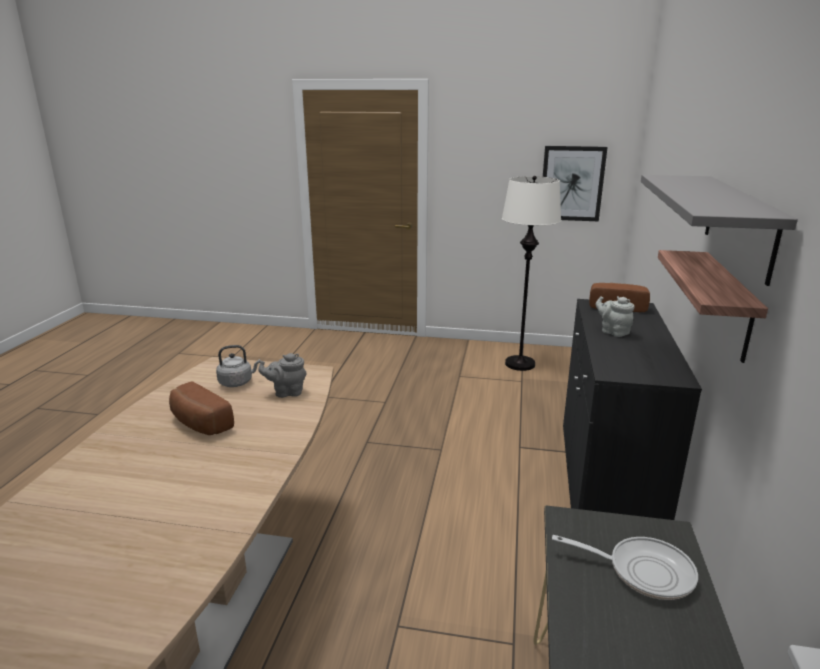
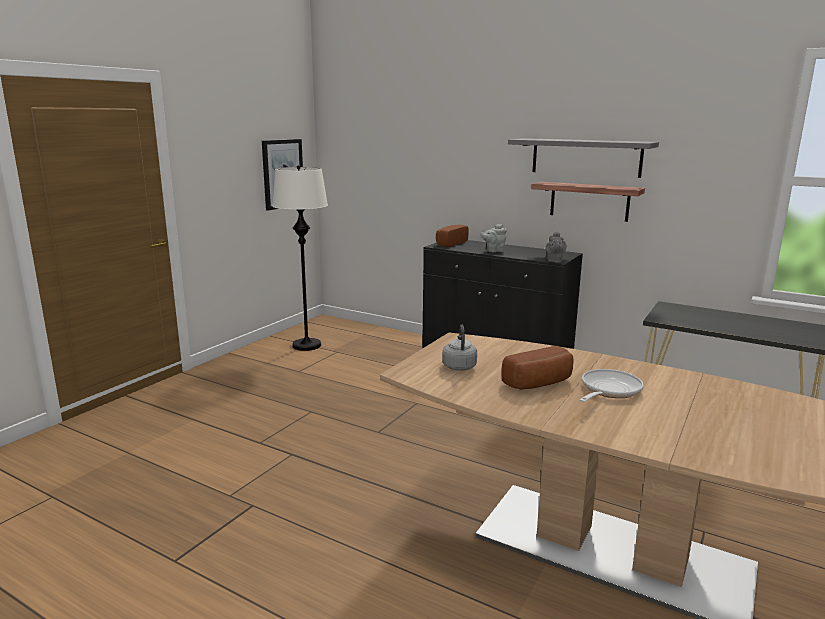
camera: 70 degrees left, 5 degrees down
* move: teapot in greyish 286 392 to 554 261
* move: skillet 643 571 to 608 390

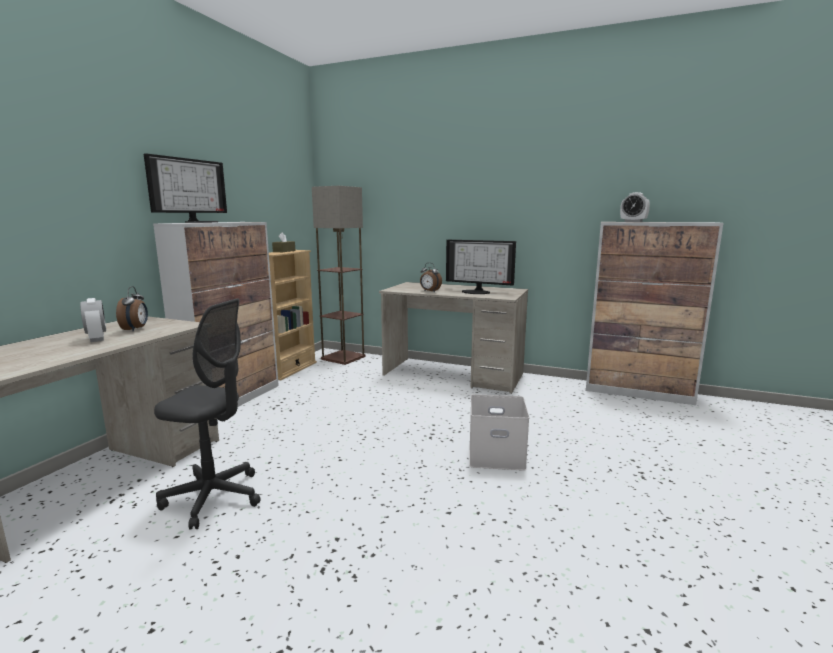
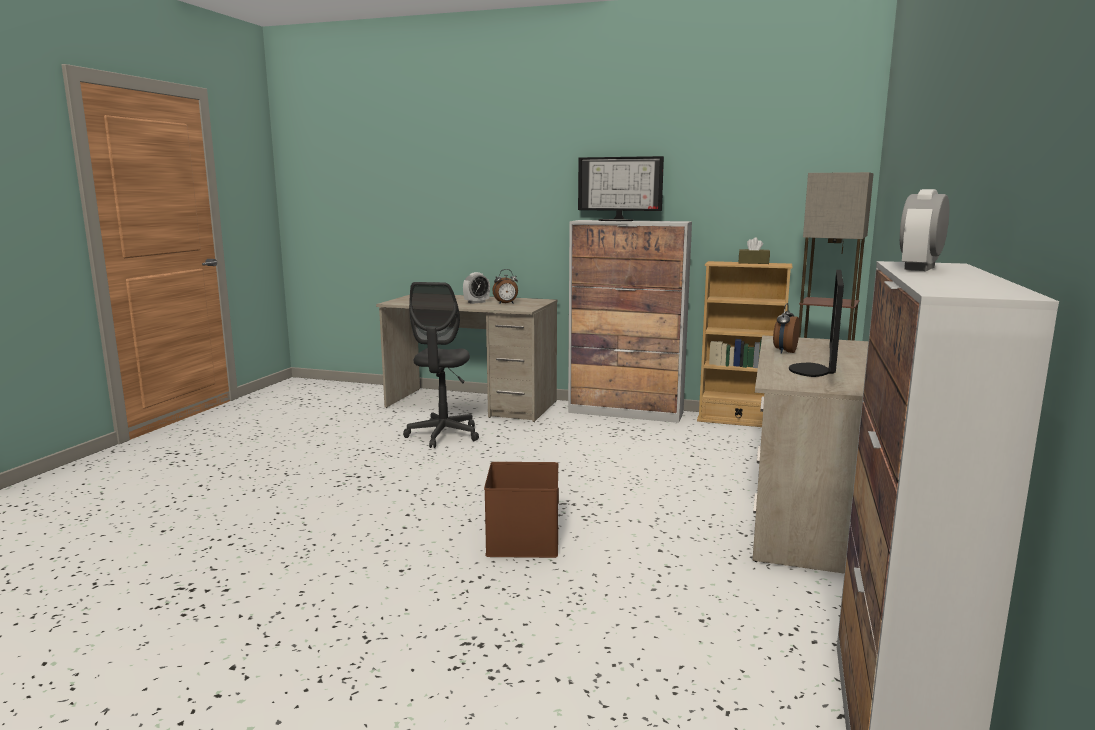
camera: 85 degrees right, 0 degrees up
* recolor: storage bin in white 497 454 to storage bin in brown 524 541

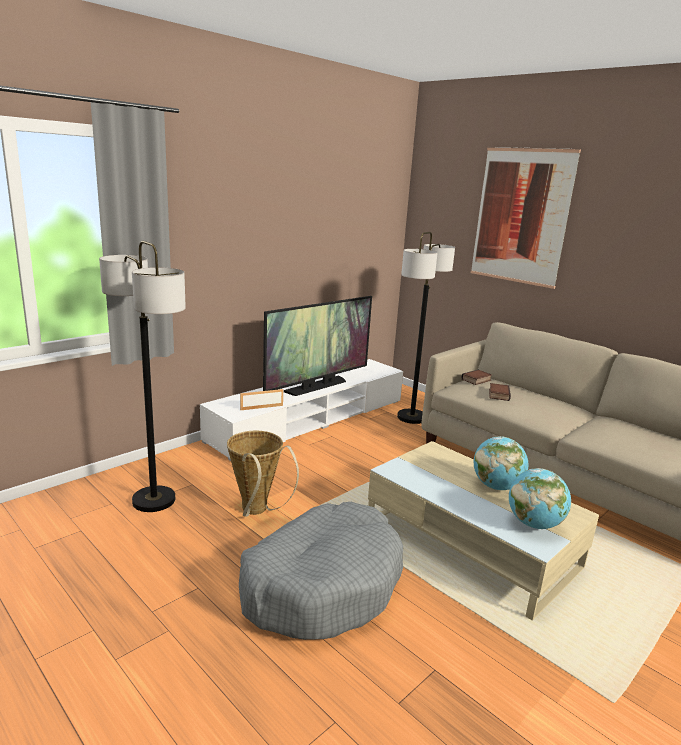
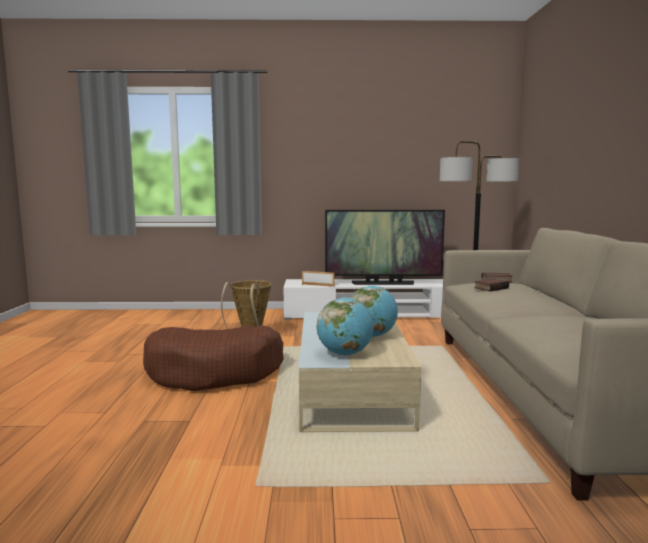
camera: 45 degrees right, 10 degrees down
* delete: floor lamp 154 500
* recolor: dog bed in greyish 322 584 to dog bed in brown 215 372
* delete: wall picture 521 216

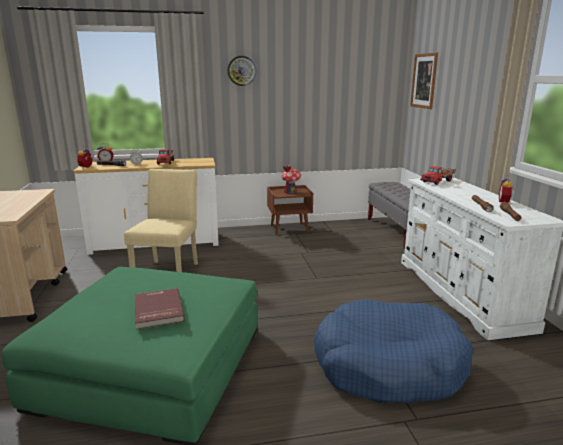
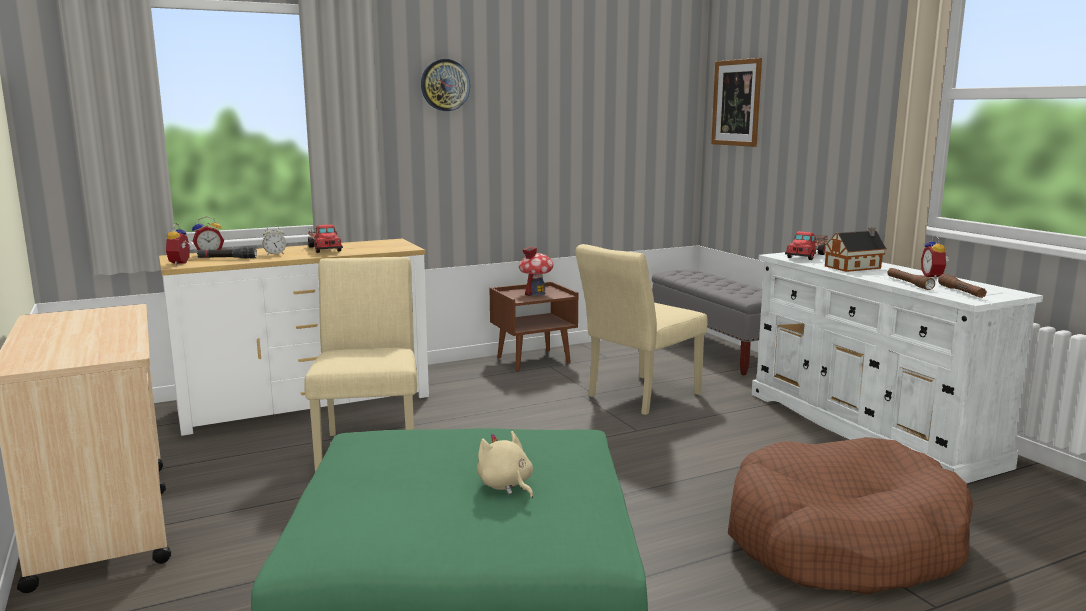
camera: 15 degrees left, 5 degrees down
* replace: book in red 157 310 to plush toy in beige 506 486
* recolor: dog bed in blue-coloured 388 365 to dog bed in brown 842 542
* insert: chair in beige 637 397
* insert: toy house 855 267

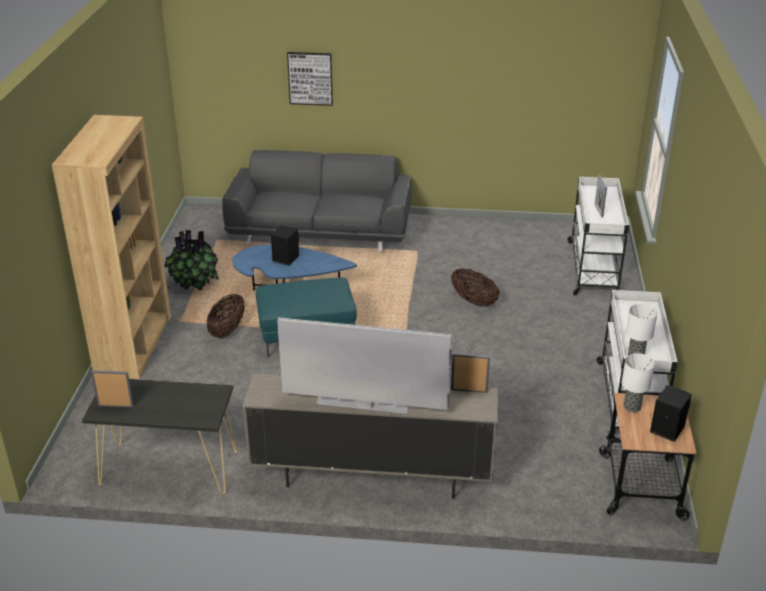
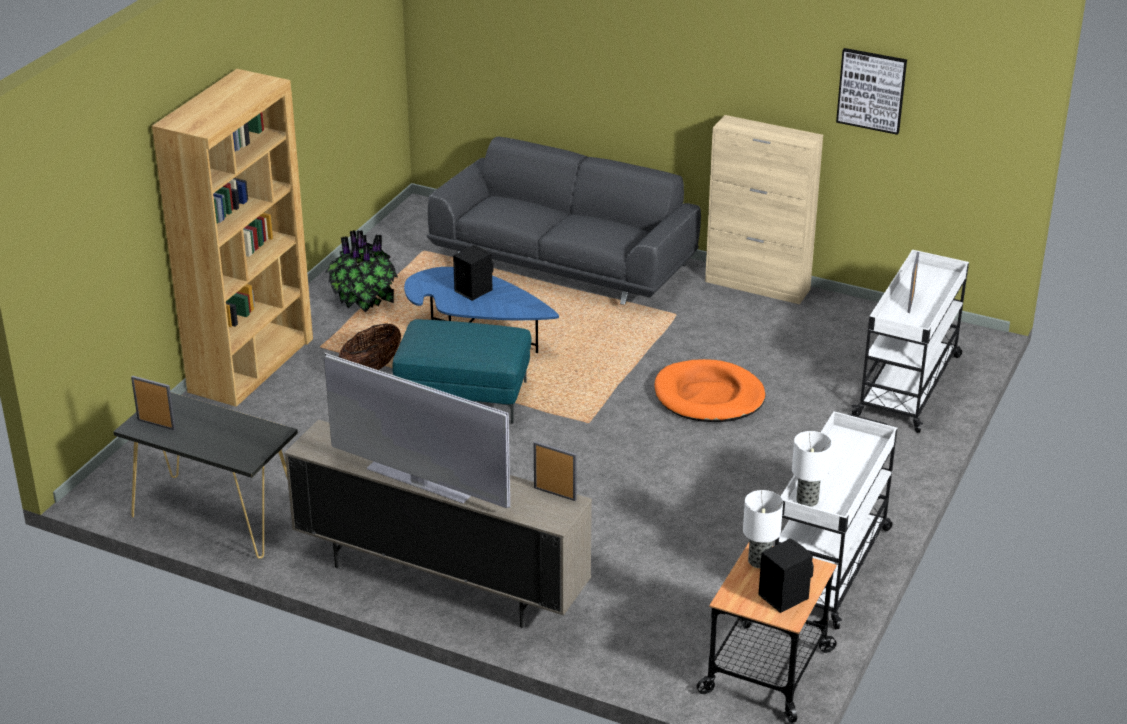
camera: 20 degrees right, 0 degrees up
* move: wall picture 310 78 to 871 90
* replace: basket 474 301 to dog bed in orange 709 396
* insert: cabinet in beige 758 286

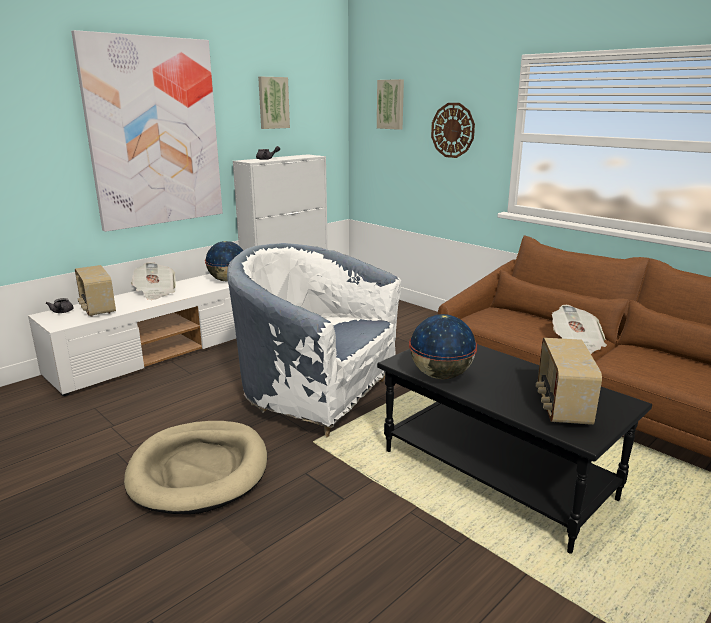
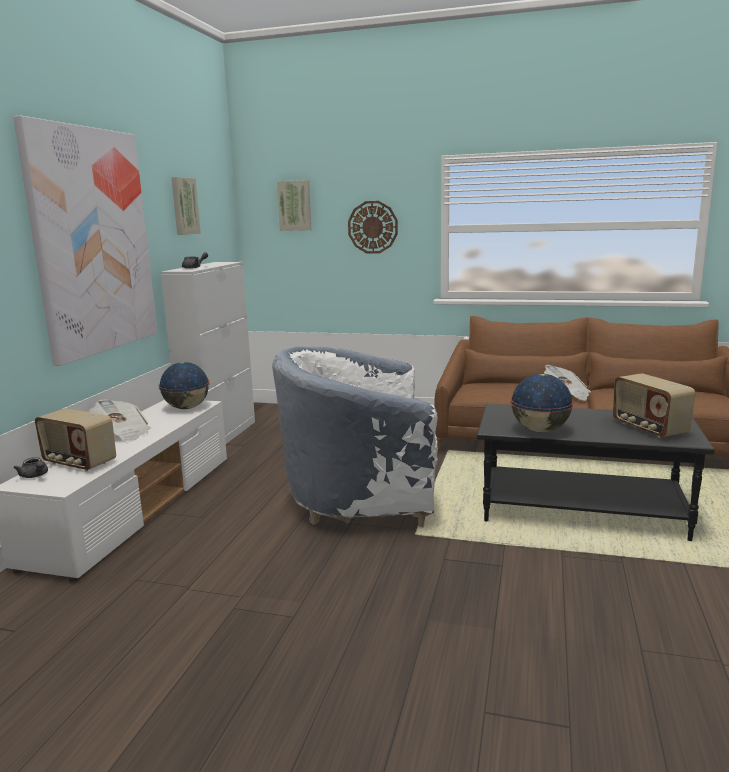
camera: 30 degrees left, 5 degrees down
* delete: dog bed in beige 199 470

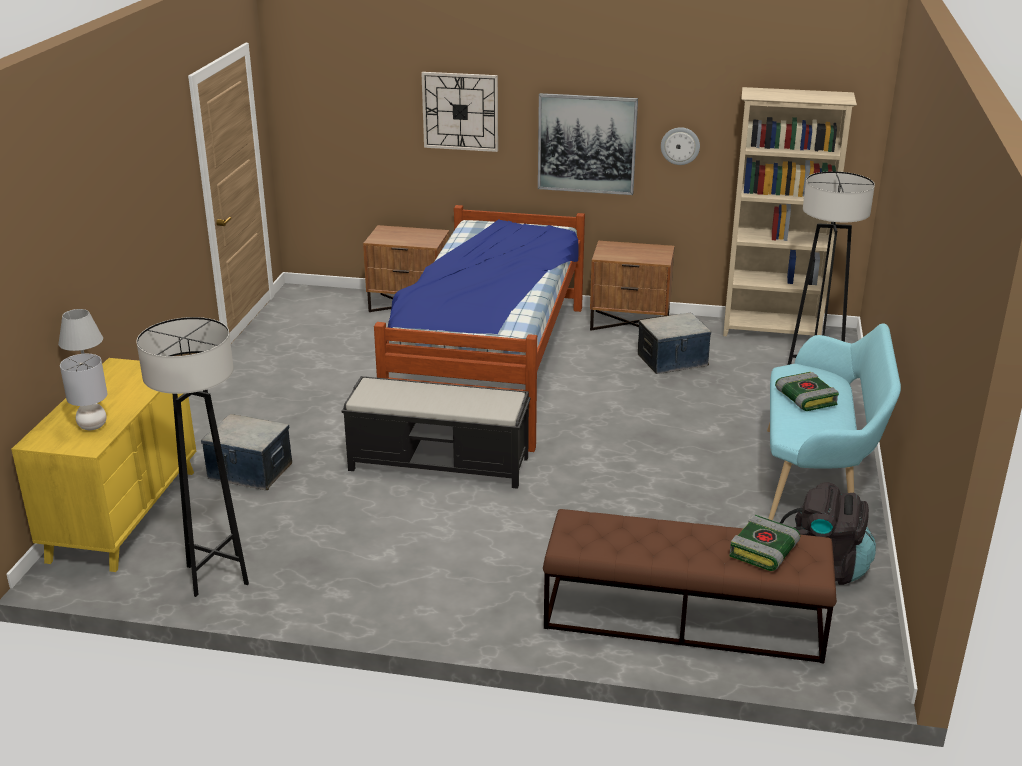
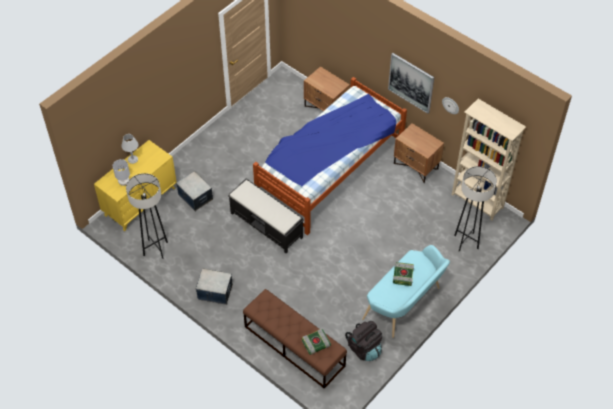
camera: 30 degrees right, 25 degrees up
* delete: wall clock 460 111
* move: storage bin 672 360 to 215 292

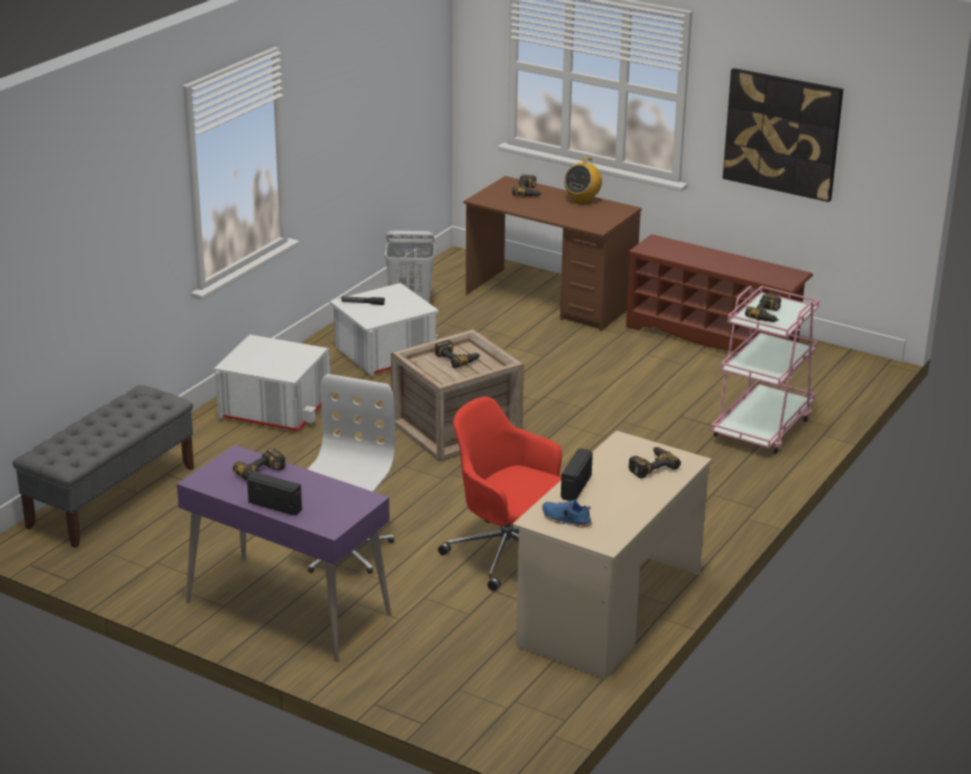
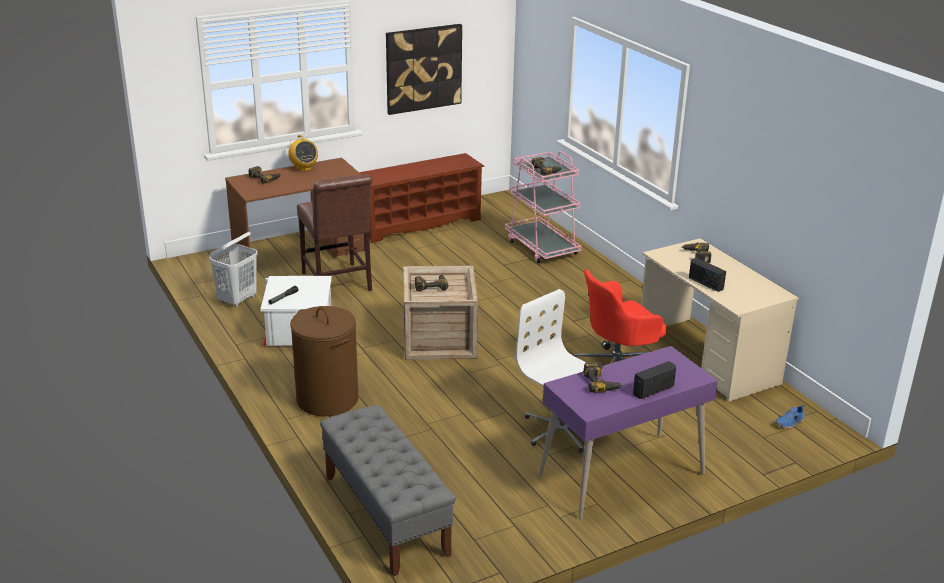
camera: 60 degrees left, 0 degrees up
* replace: storage bin in white 275 408 to laundry basket in brown 327 399
* move: low shoe in blue-coloured 566 520 to 790 423
* insert: chair in brown 337 283

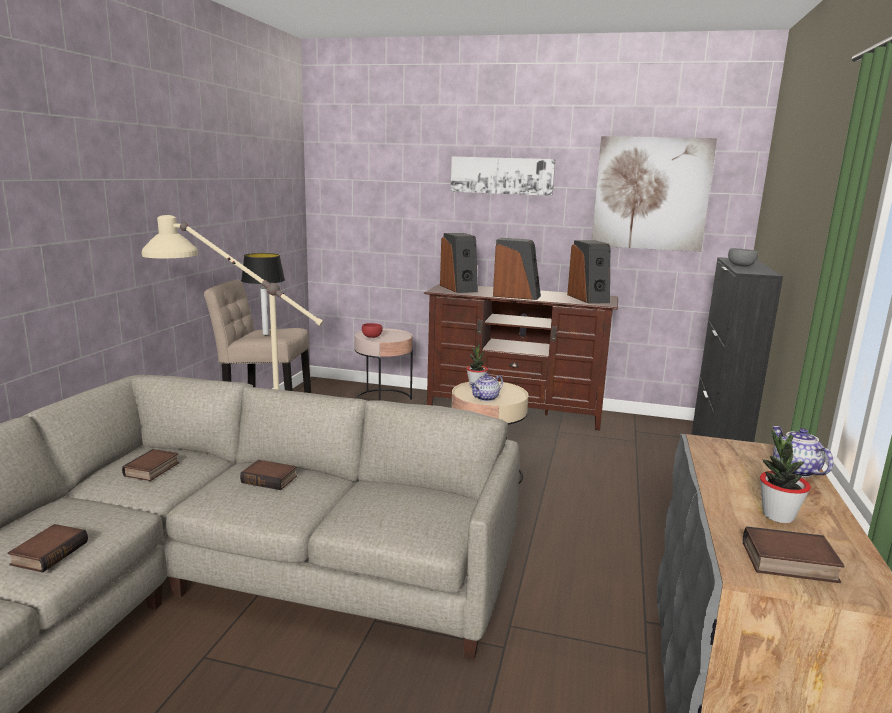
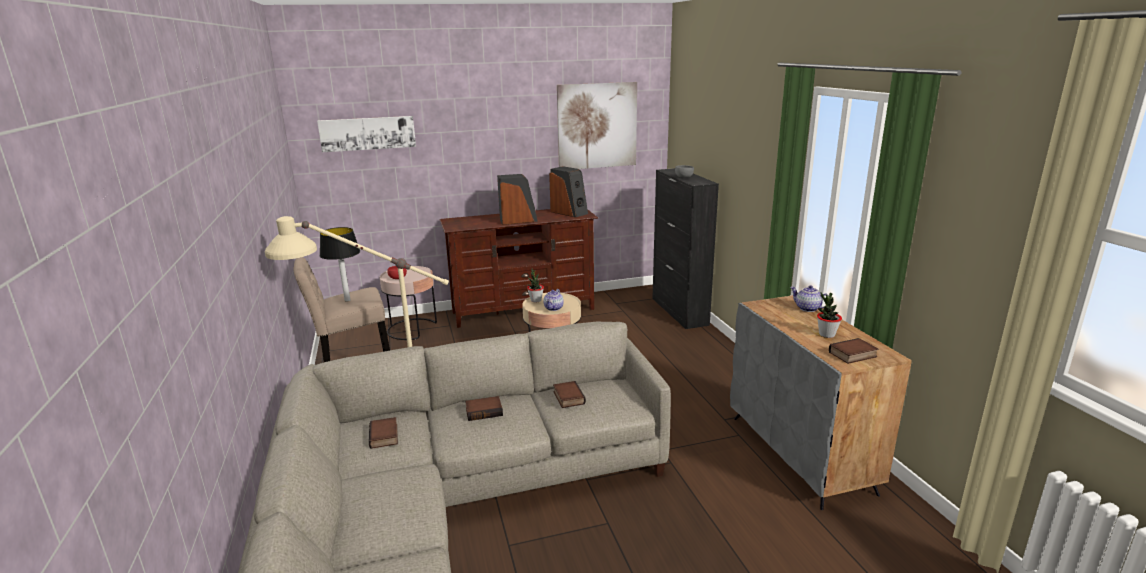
camera: 30 degrees left, 5 degrees up
* move: book 49 552 to 567 397
* delete: speaker 459 288
* move: wall picture 502 175 to 368 133

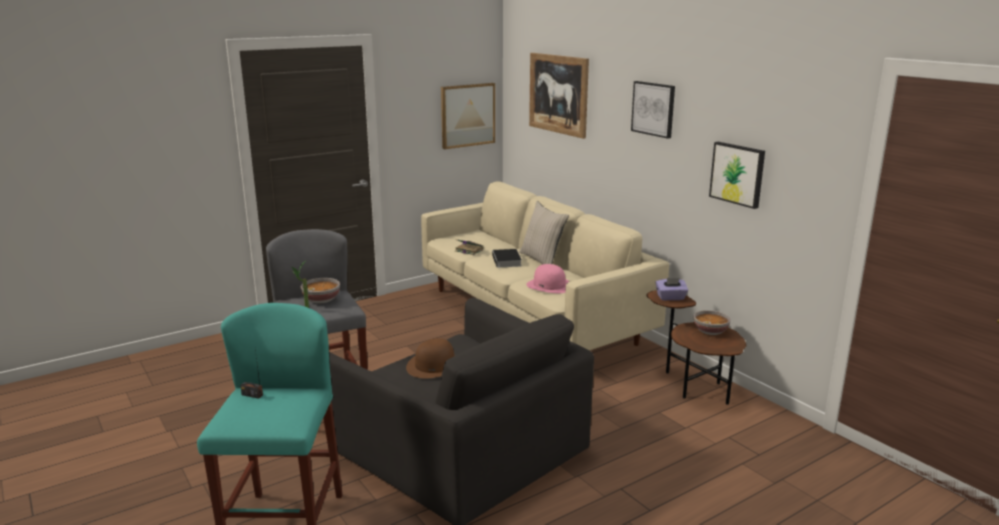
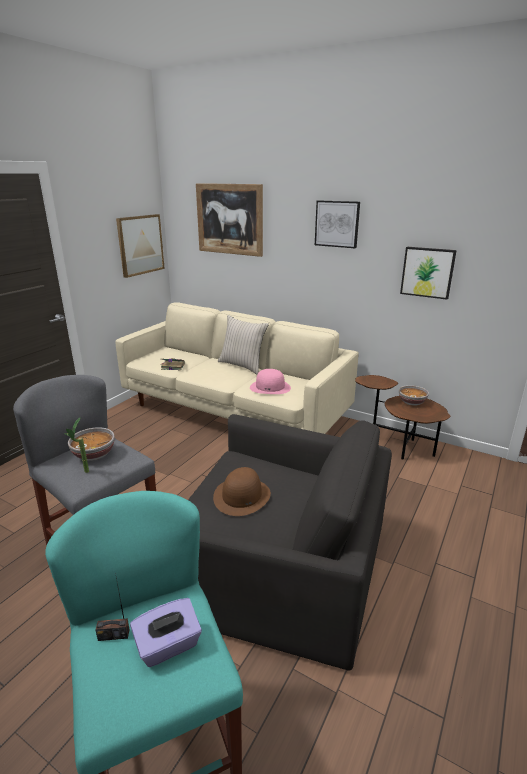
camera: 25 degrees left, 5 degrees up
* delete: book 507 261
* move: box of tissues in purple 671 298 to 168 646

